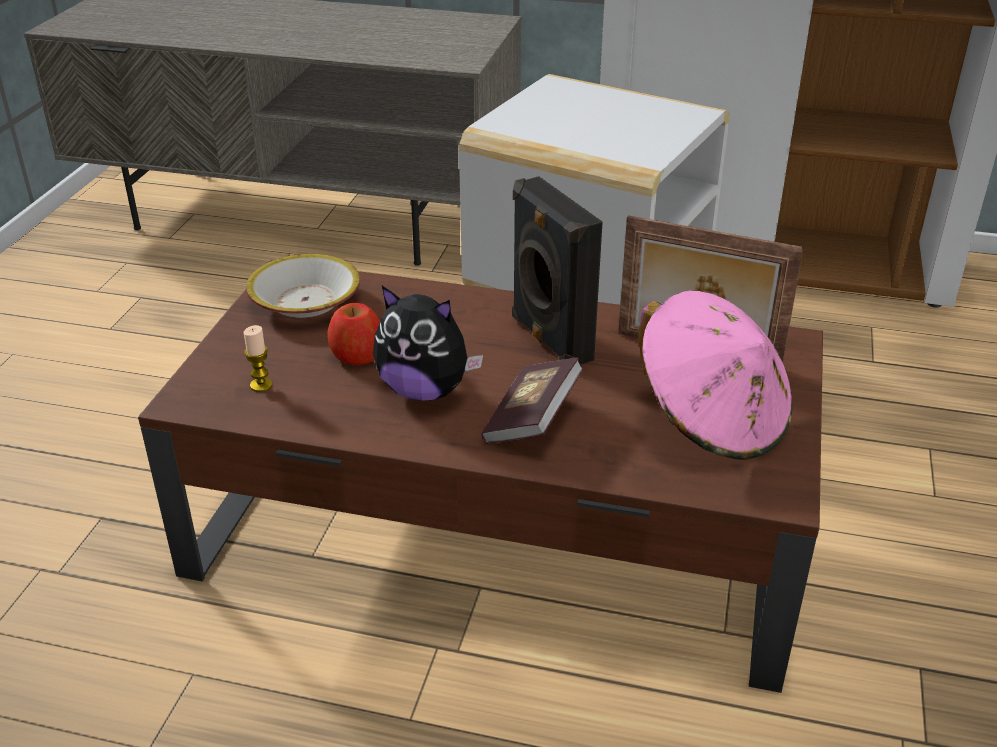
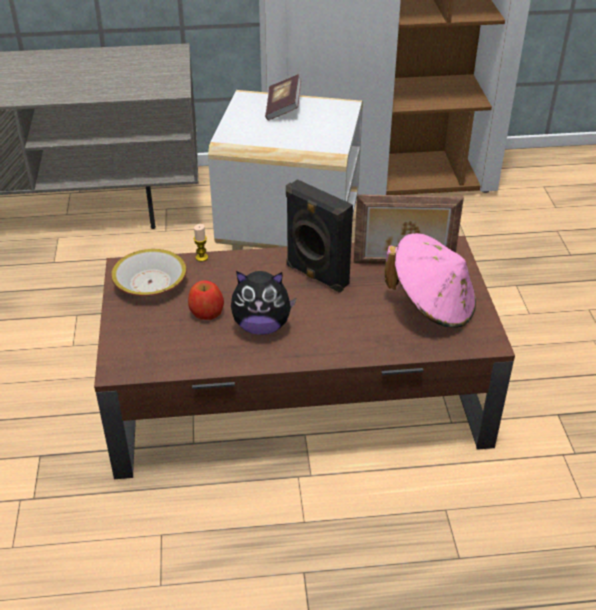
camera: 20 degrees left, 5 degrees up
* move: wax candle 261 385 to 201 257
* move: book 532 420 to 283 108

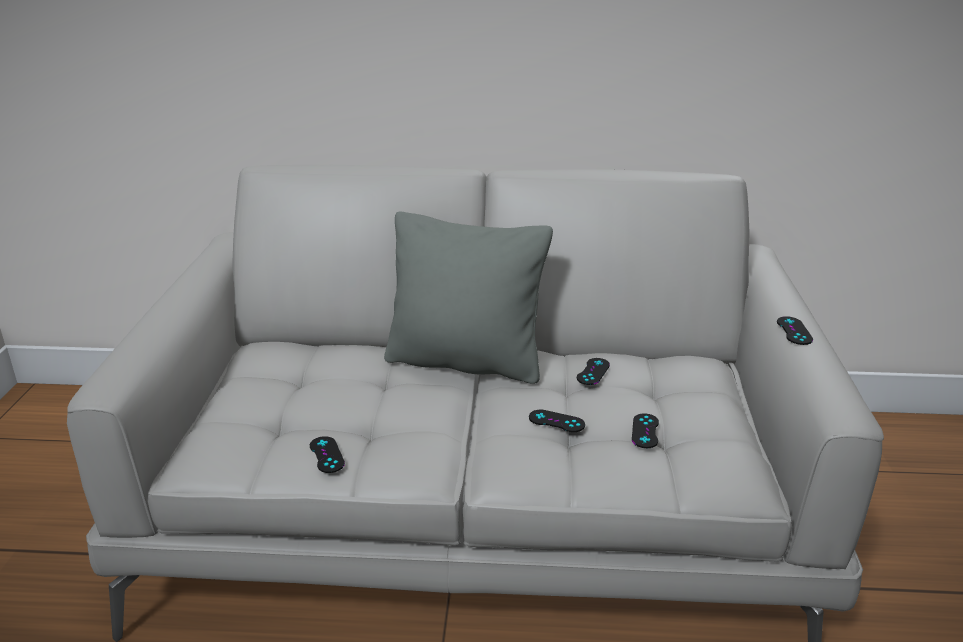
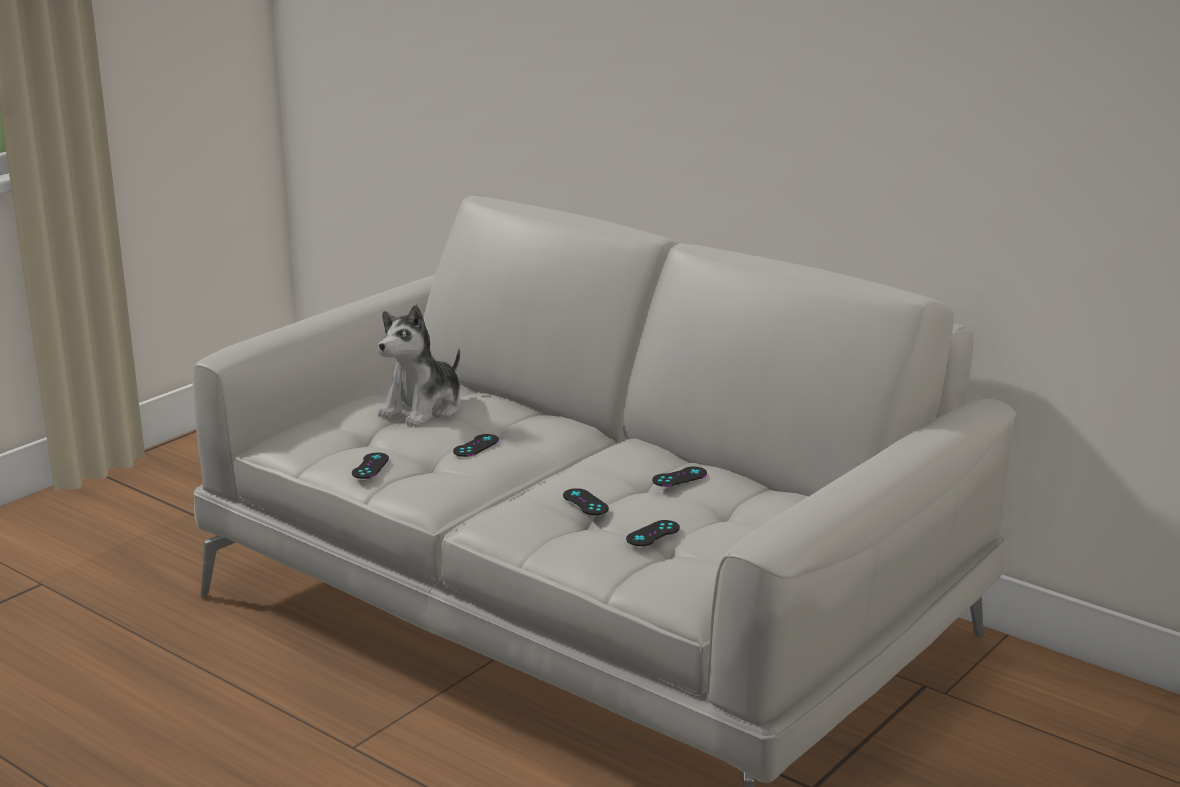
camera: 35 degrees right, 5 degrees down
* delete: cushion in greyish 466 362
* move: game controller in black 794 331 to 476 446
* insert: plush toy 423 409

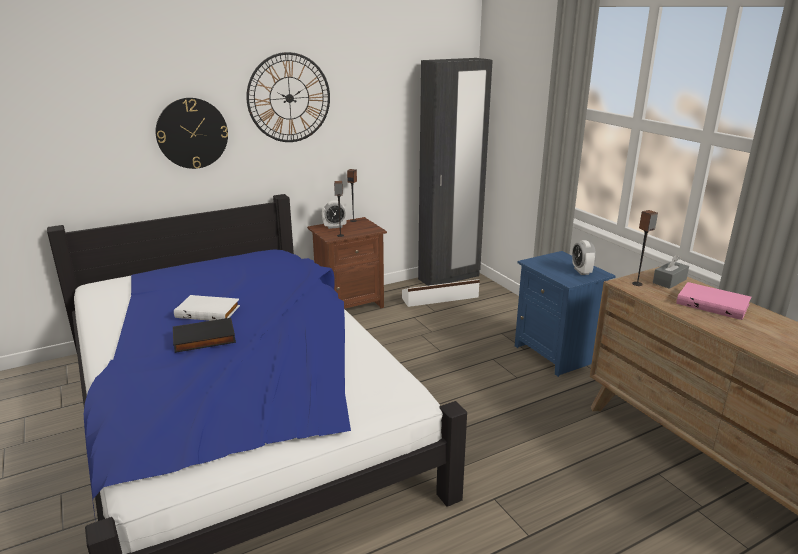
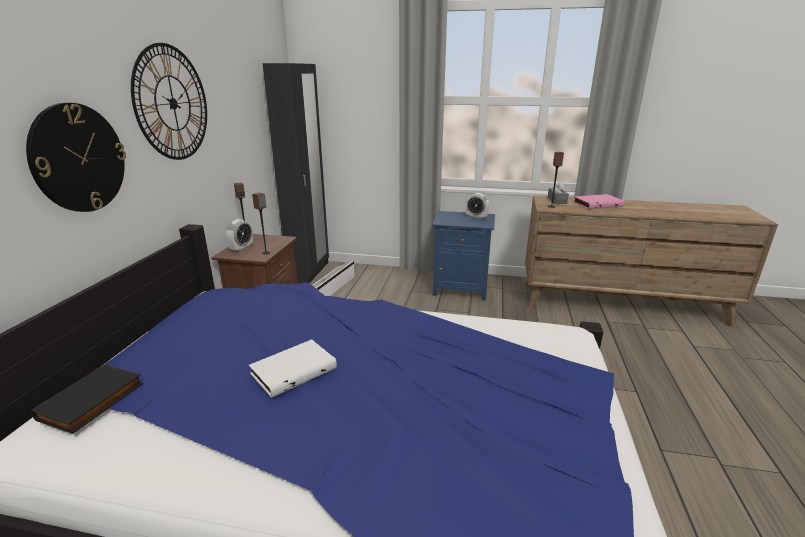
camera: 50 degrees left, 0 degrees up
* move: book in black 204 339 to 93 402

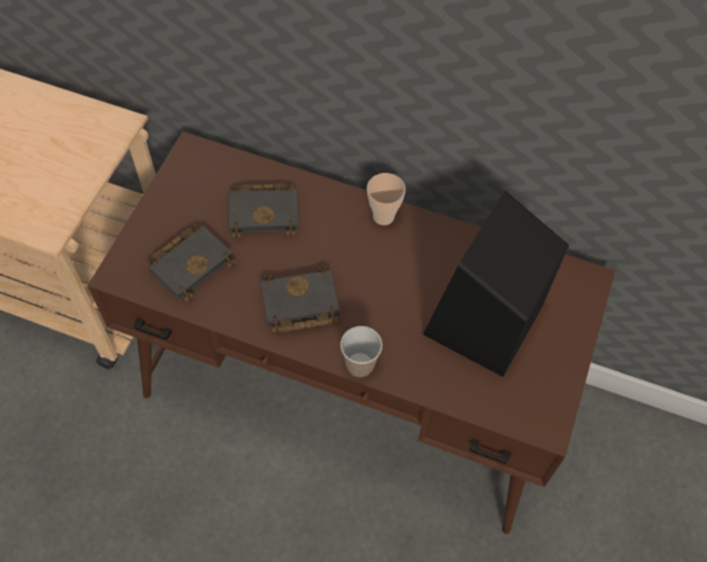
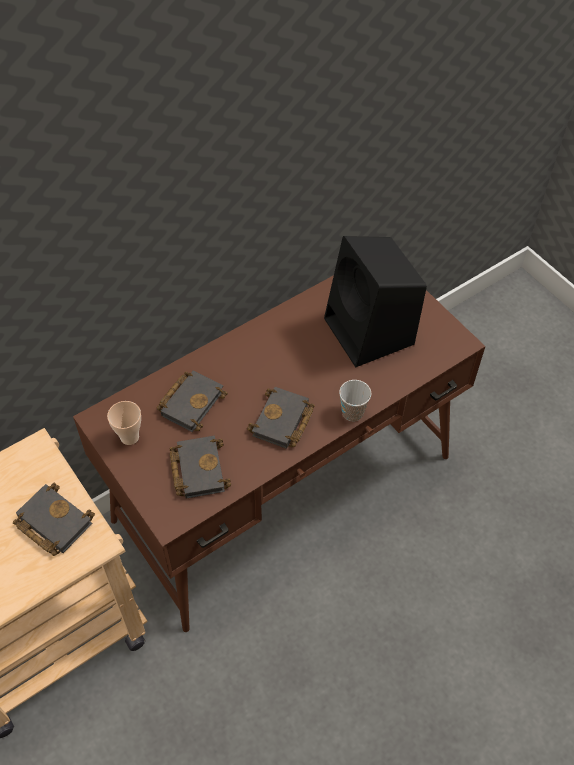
camera: 55 degrees left, 5 degrees down
* move: drinking cup 383 216 to 129 437
* insert: book in black 51 522

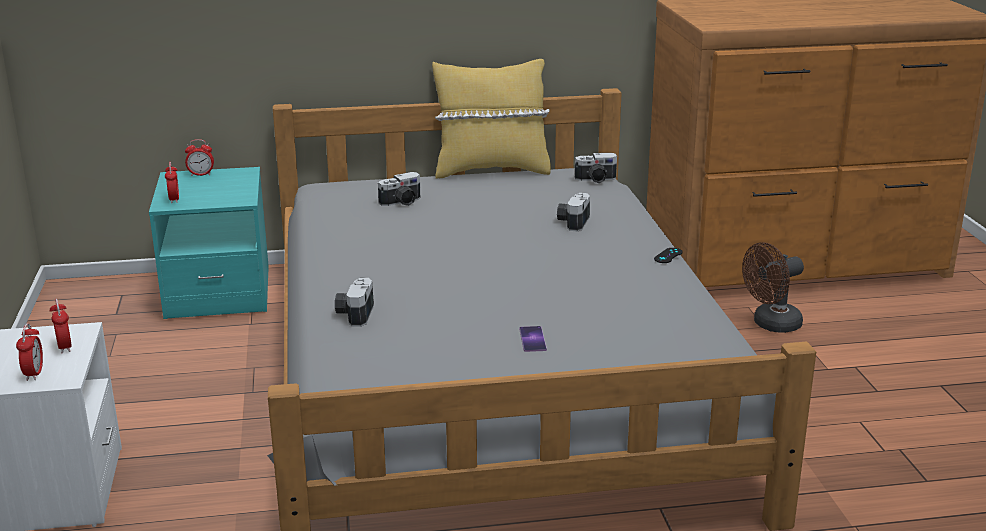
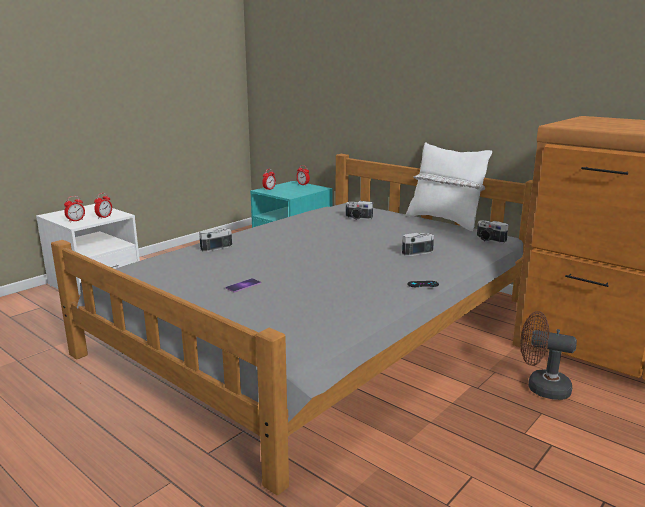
camera: 50 degrees right, 5 degrees down
* recolor: cushion in yellowish 491 170 to cushion in white 444 220

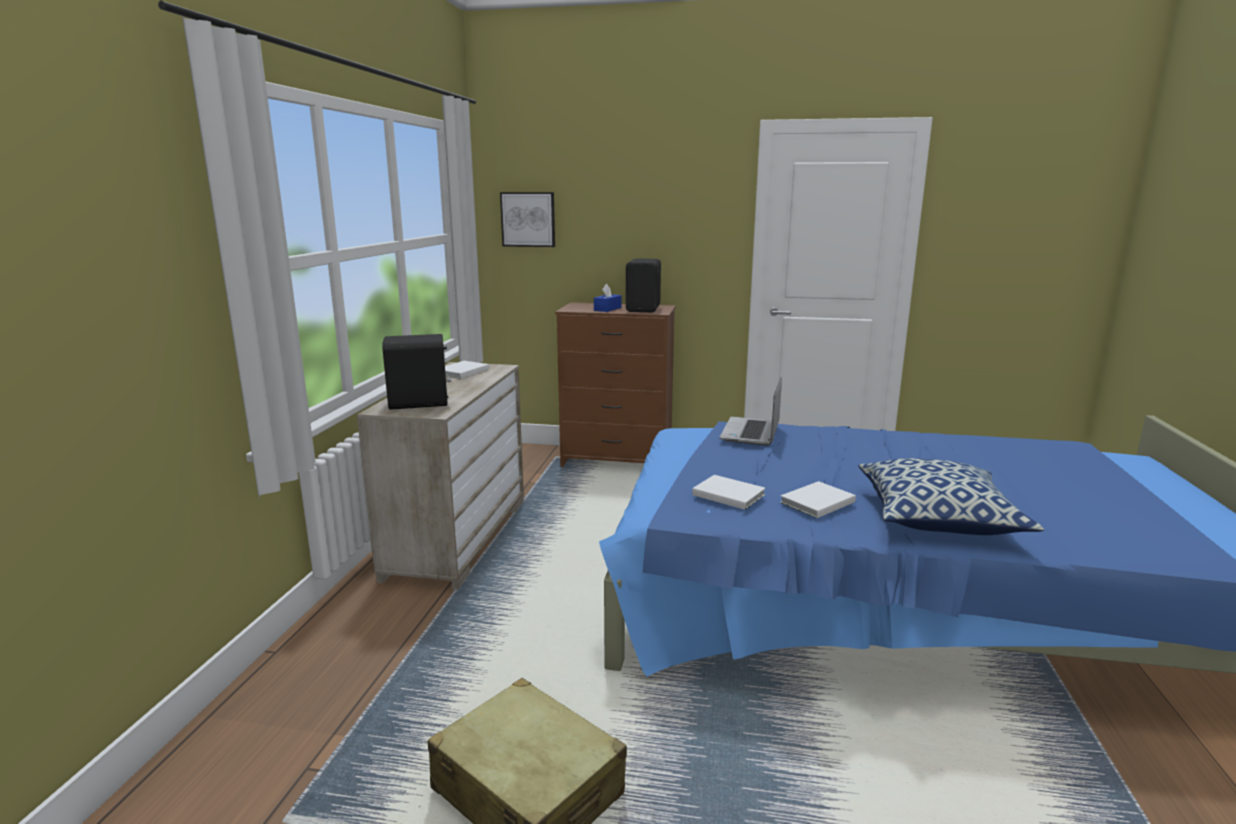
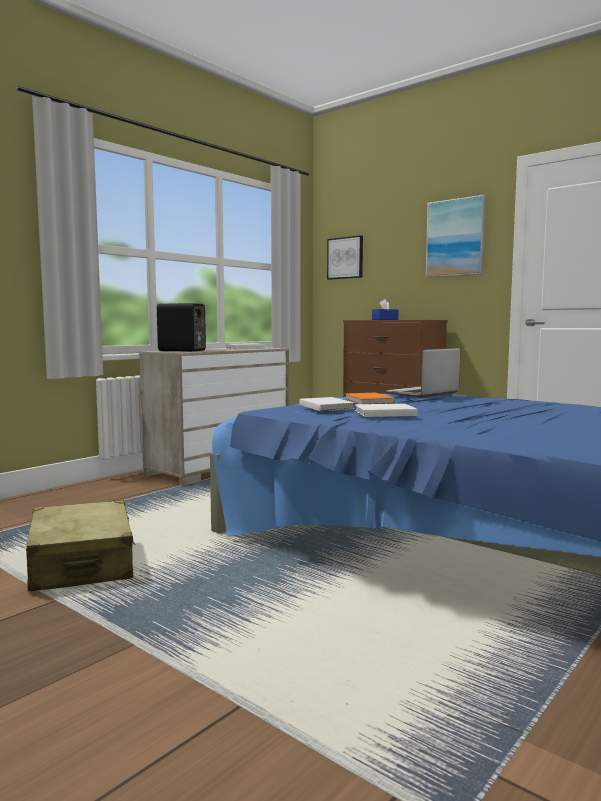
camera: 30 degrees right, 10 degrees down
* delete: speaker in black 644 309
* delete: cushion 938 518
* insert: book in orange 368 401
* insert: wall picture 455 238

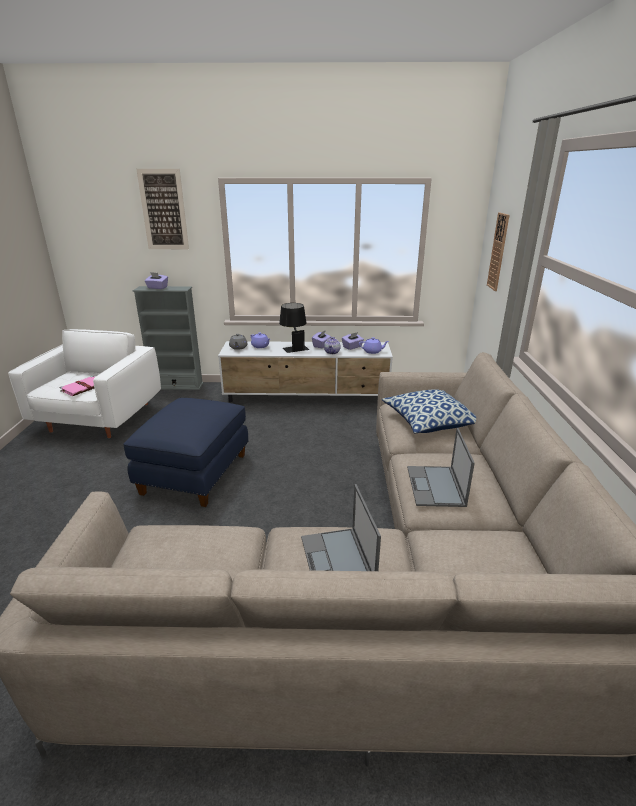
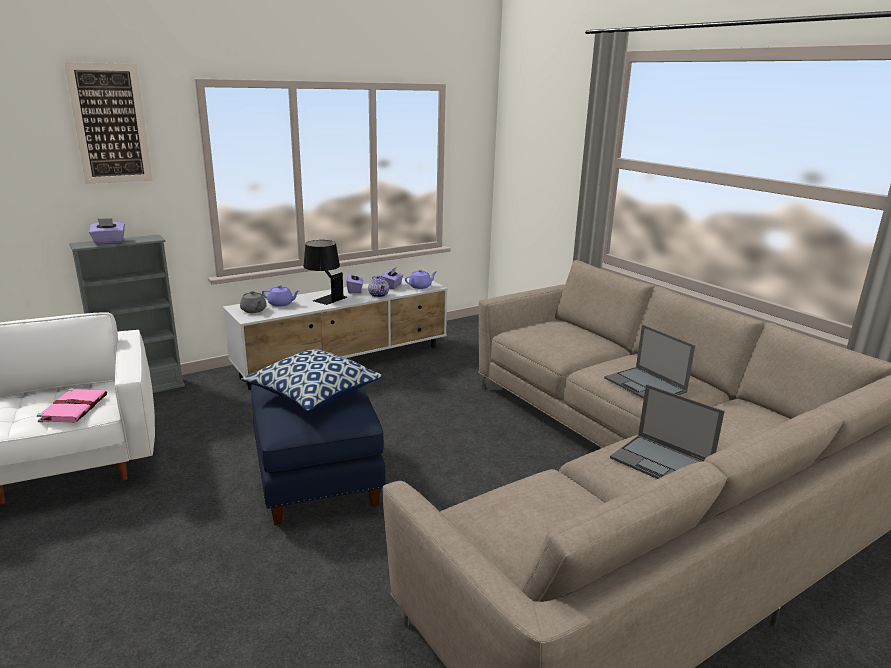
camera: 35 degrees left, 5 degrees down
* move: cushion 428 422 to 313 394
* delete: wall clock 498 252

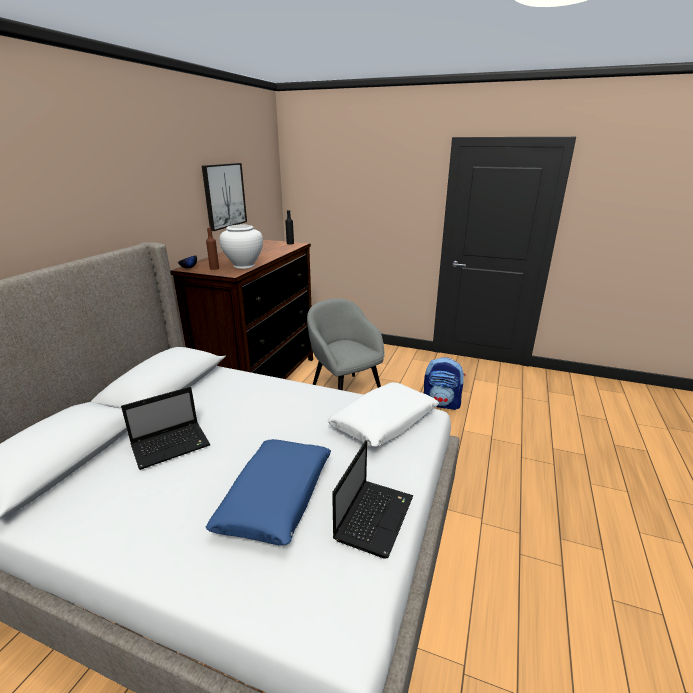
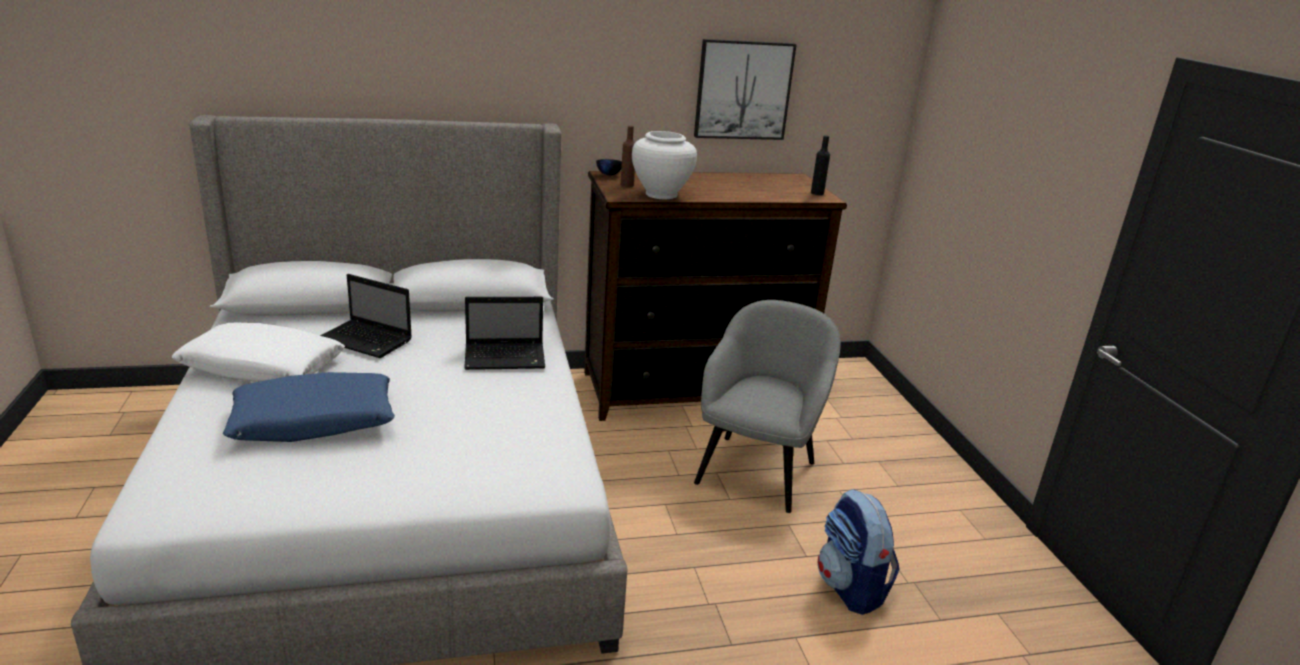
camera: 55 degrees right, 0 degrees up
* move: cushion in white 384 422 to 262 367
* move: notebook computer 374 516 to 506 358

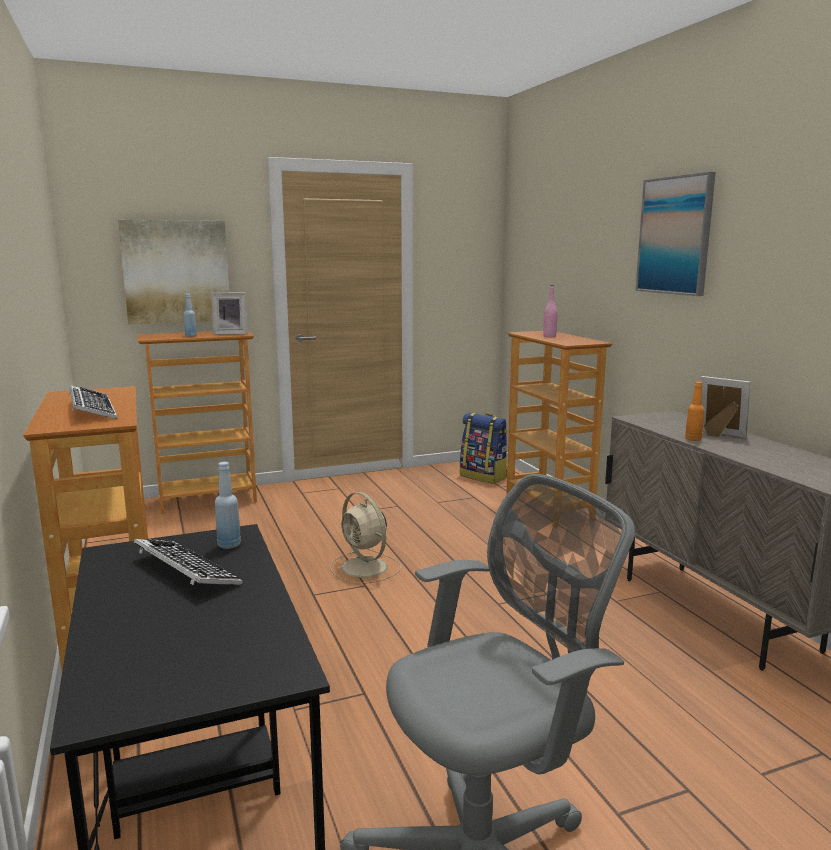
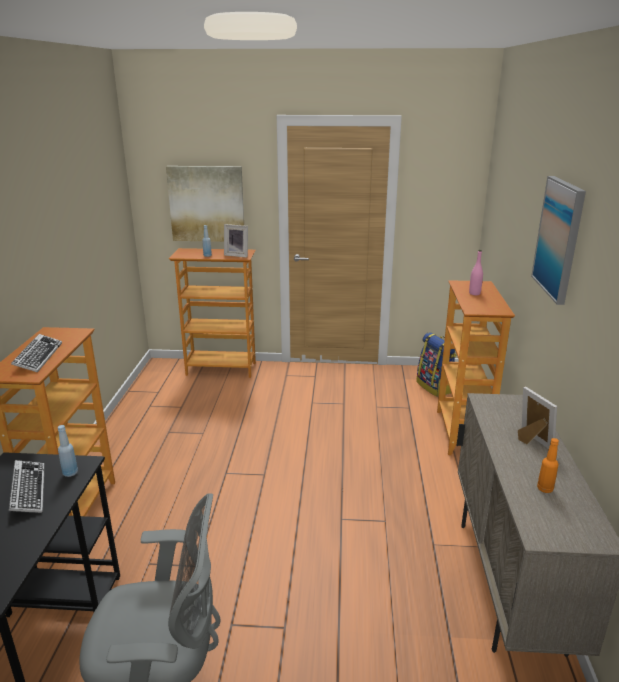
camera: 25 degrees right, 10 degrees up
* delete: fan in beige 365 568
* move: bottle in orange 693 439 to 544 489

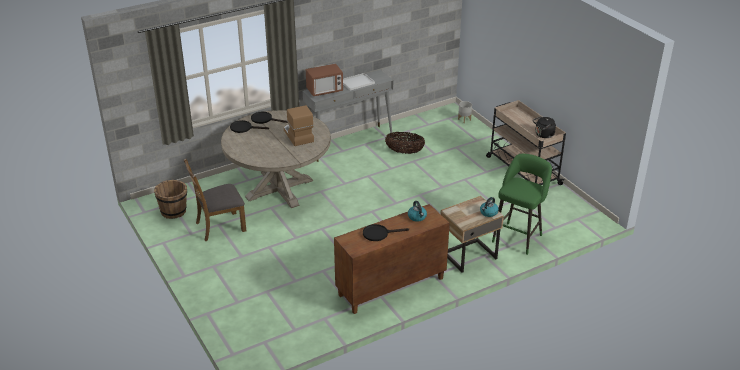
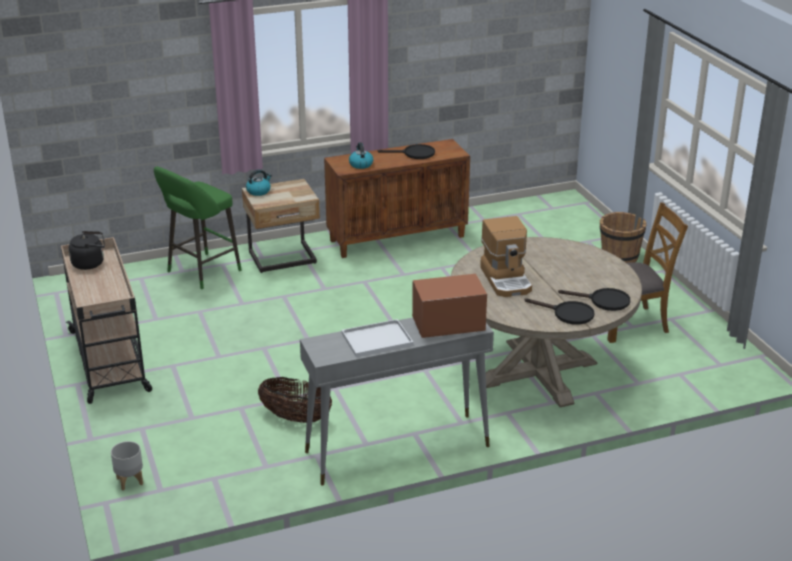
camera: 170 degrees left, 5 degrees down
* move: bucket in brown 174 211 to 619 257

